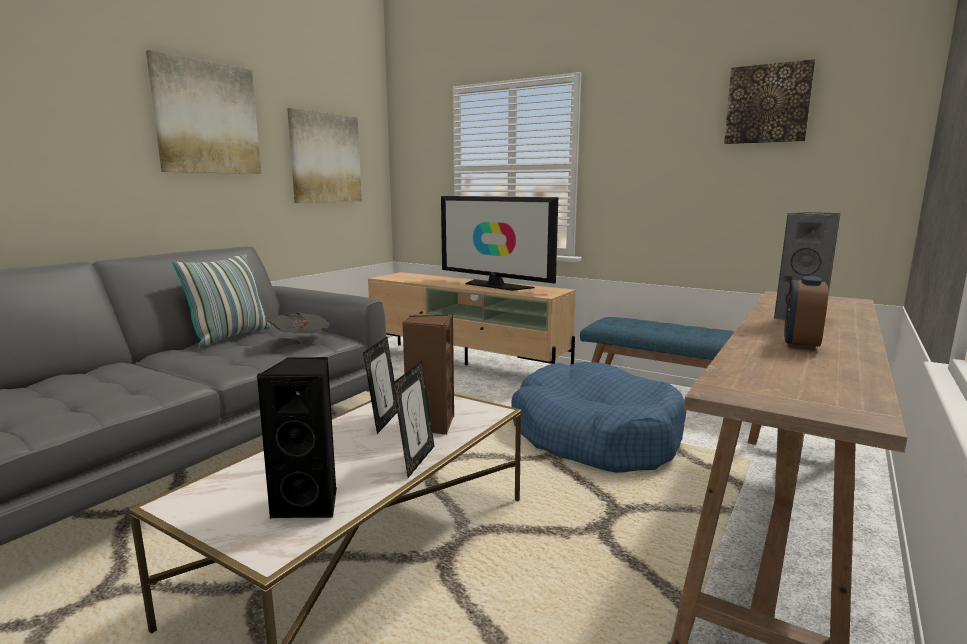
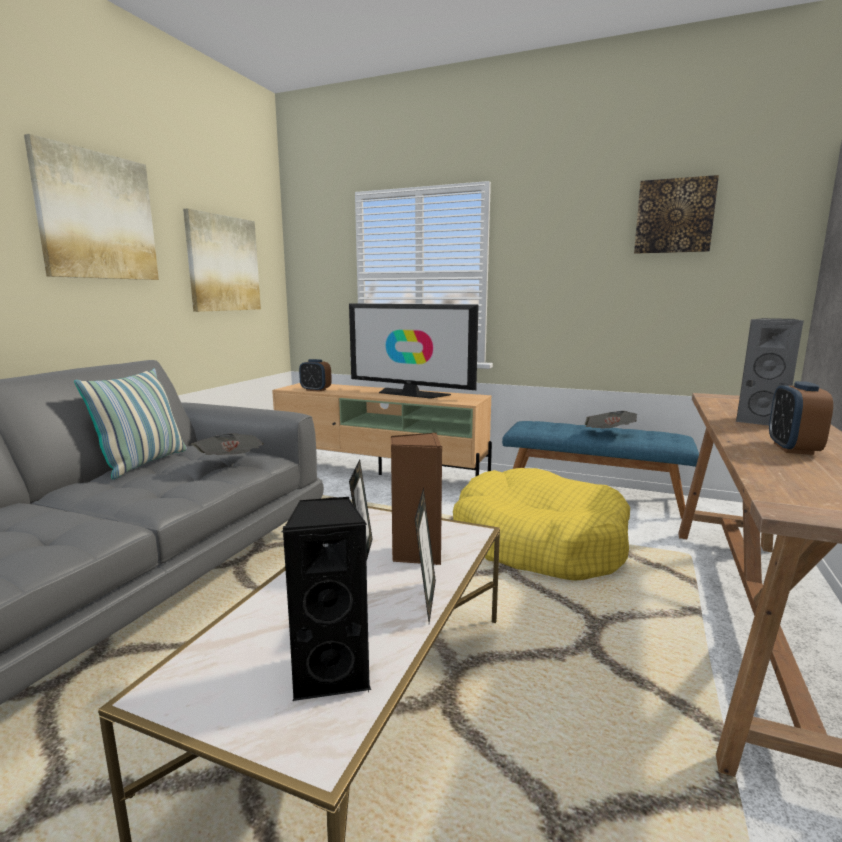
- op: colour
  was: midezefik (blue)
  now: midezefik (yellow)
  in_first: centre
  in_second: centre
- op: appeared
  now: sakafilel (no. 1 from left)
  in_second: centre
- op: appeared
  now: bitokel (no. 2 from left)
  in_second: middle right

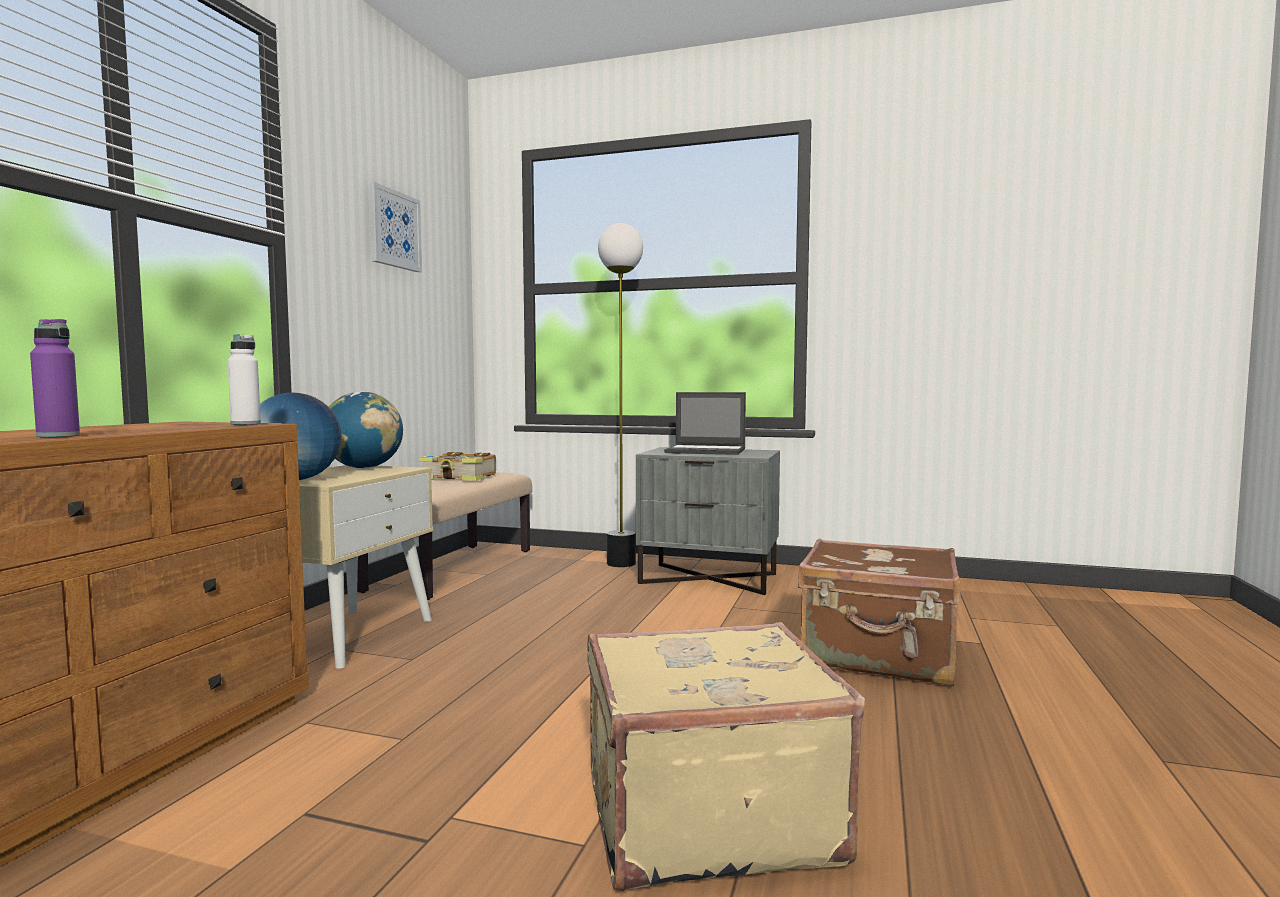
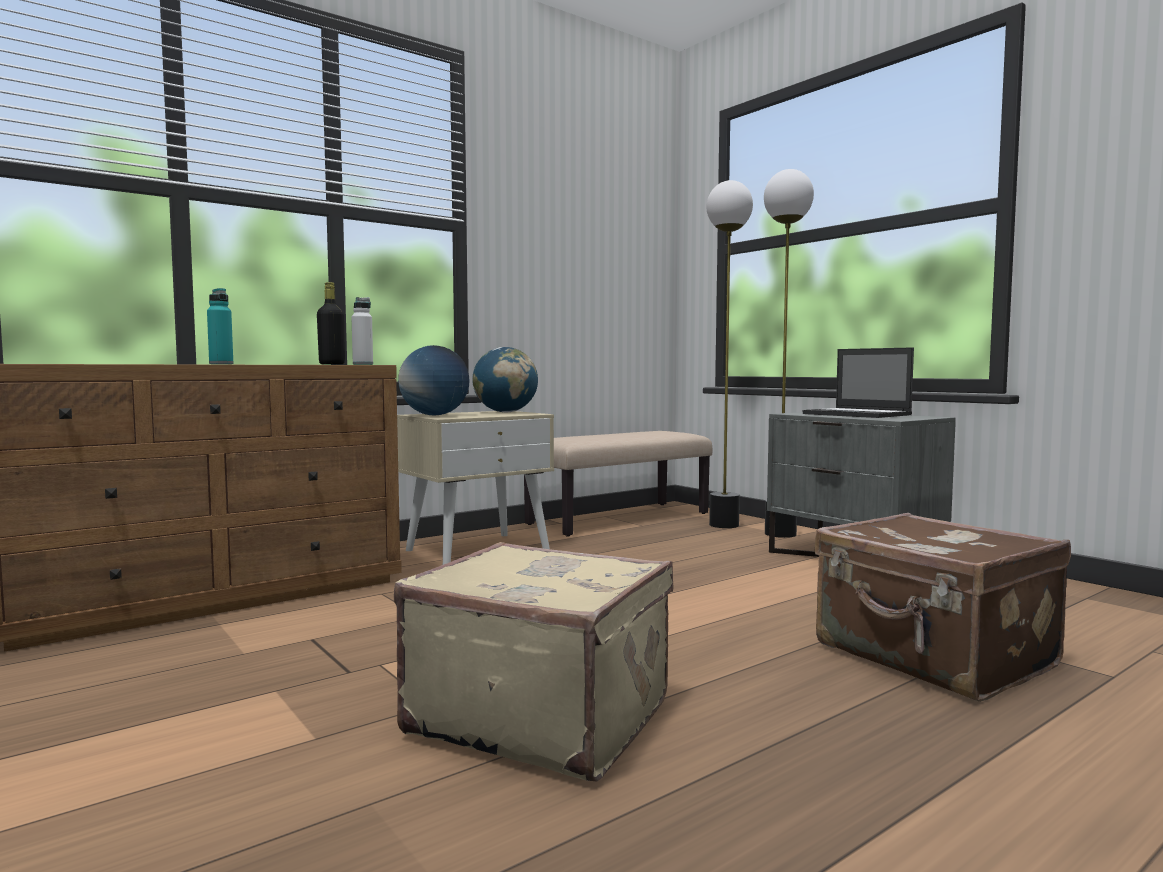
- op: missing
  was: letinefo
  in_first: top left
- op: colour
  was: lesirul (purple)
  now: lesirul (turquoise)
  in_first: middle left
  in_second: middle left
- op: missing
  was: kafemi
  in_first: centre
- op: appeared
  now: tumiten (no. 1 from left)
  in_second: centre
- op: appeared
  now: lesirul (black)
  in_second: middle left

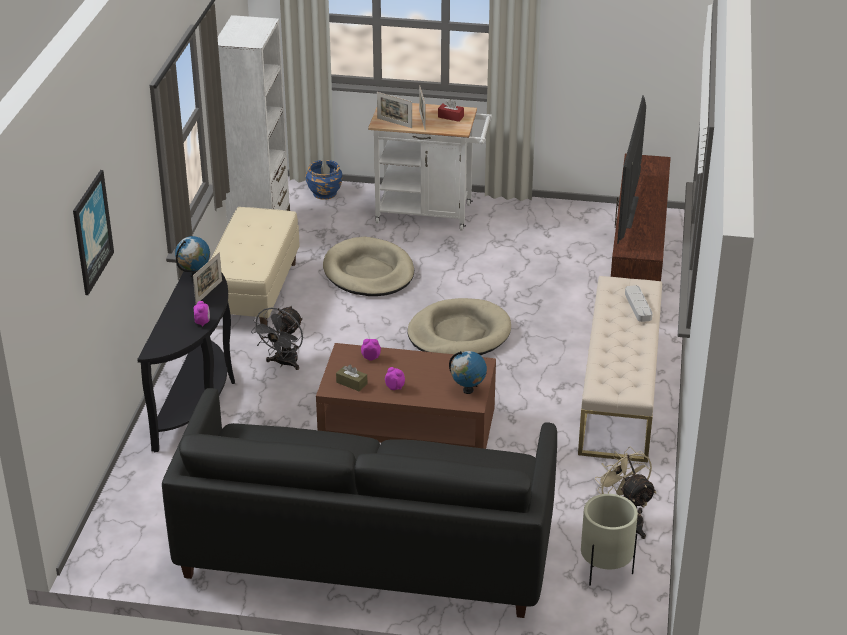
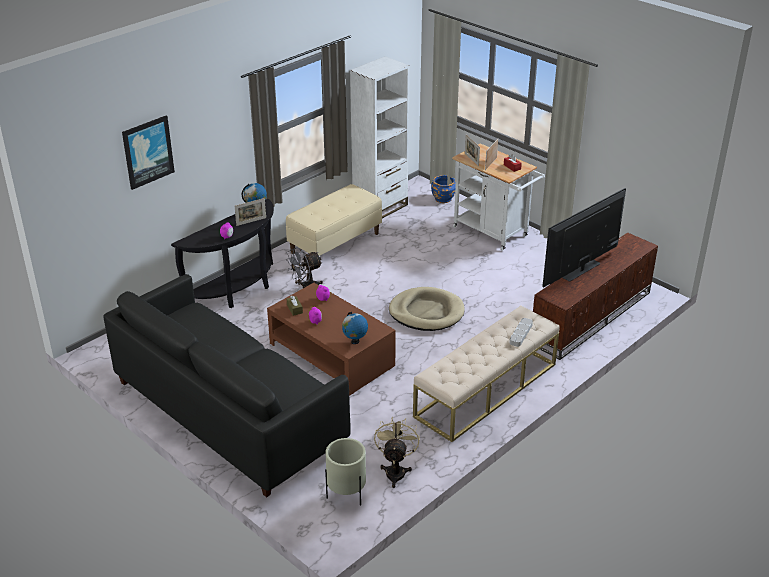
- op: missing
  was: midezefik (beige) (no. 1 from left)
  in_first: centre

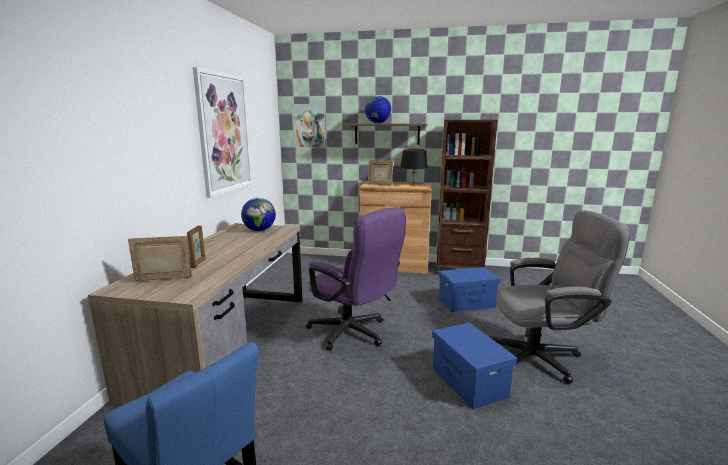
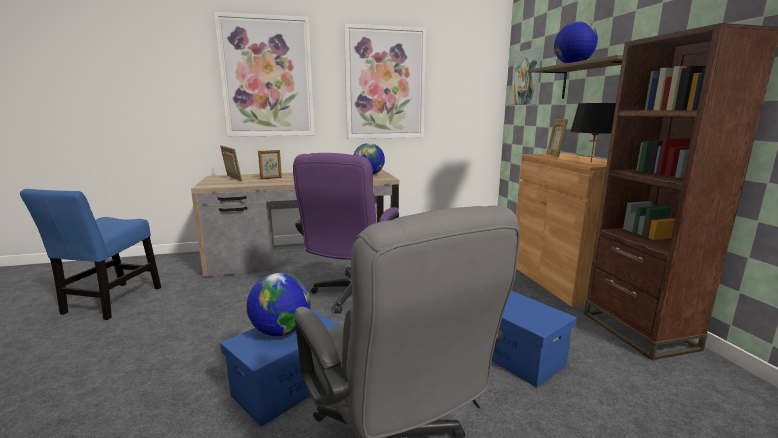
- op: appeared
  now: letinefo (no. 1 from left)
  in_second: top centre
- op: appeared
  now: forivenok (no. 1 from left)
  in_second: bottom centre

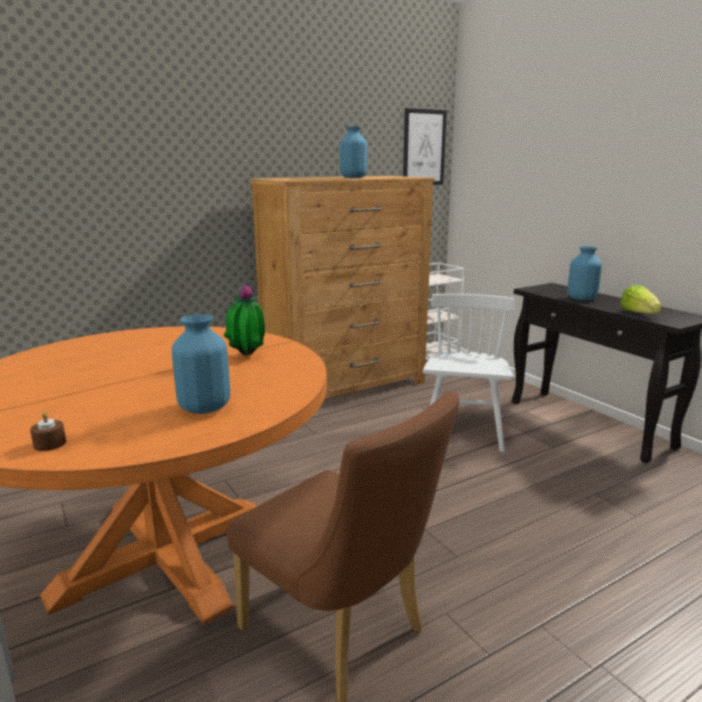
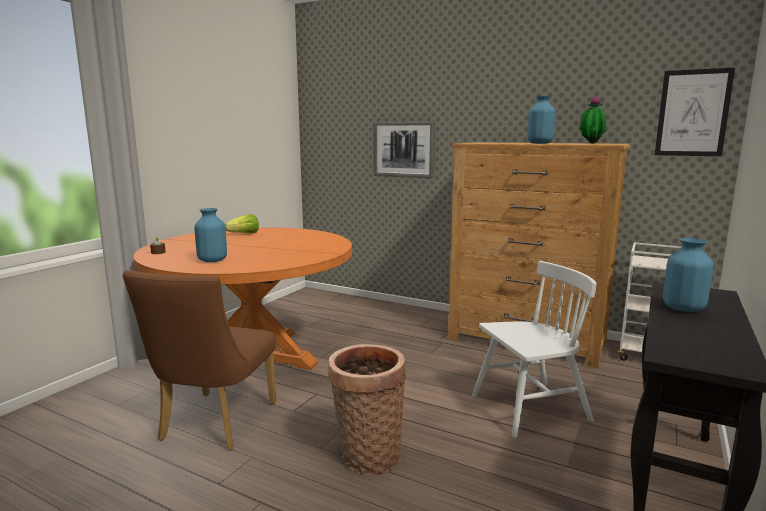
- op: relocated
  was: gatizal
  in_first: centre
  in_second: top right
- op: relocated
  was: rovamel
  in_first: middle right
  in_second: middle left
- op: appeared
  now: letinefo (no. 1 from left)
  in_second: top centre
- op: appeared
  now: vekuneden
  in_second: bottom centre

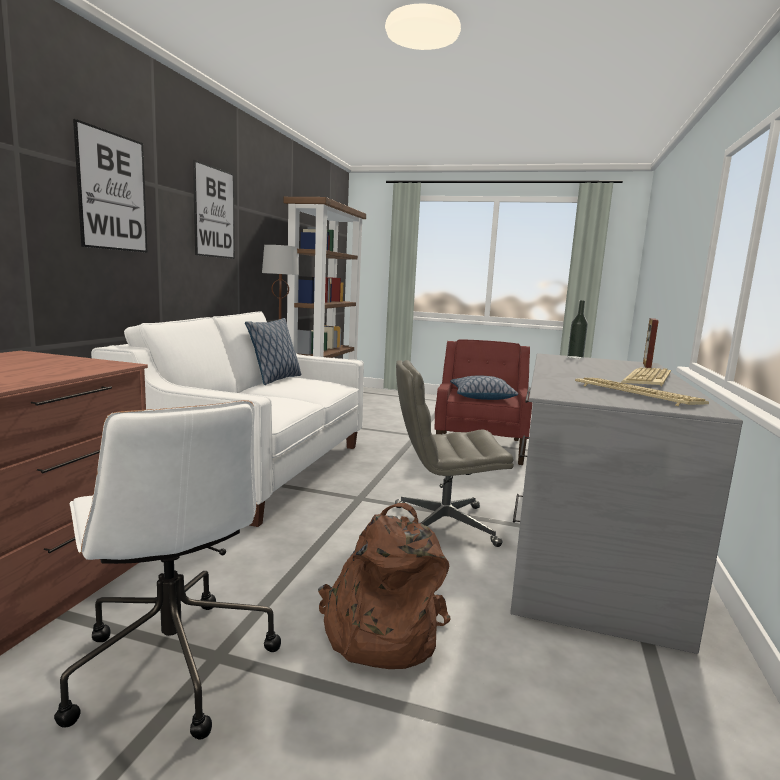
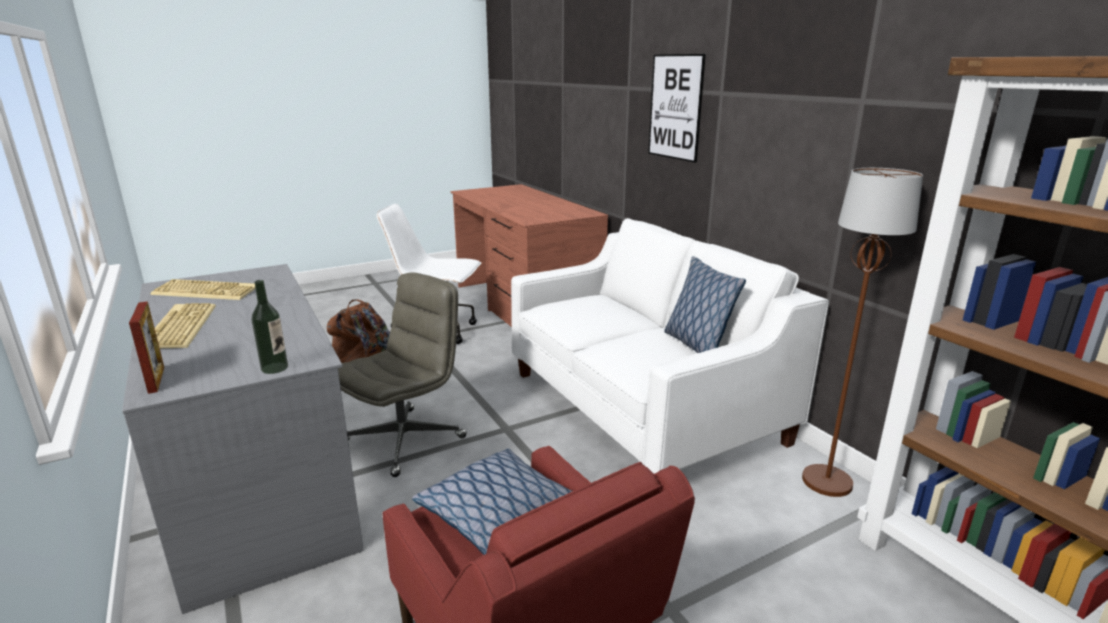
- op: missing
  was: letinefo (no. 2 from left)
  in_first: top left

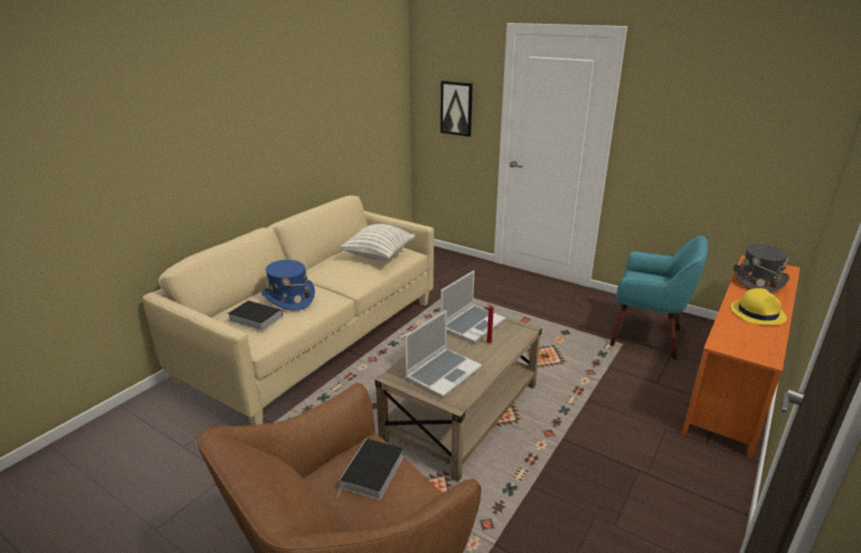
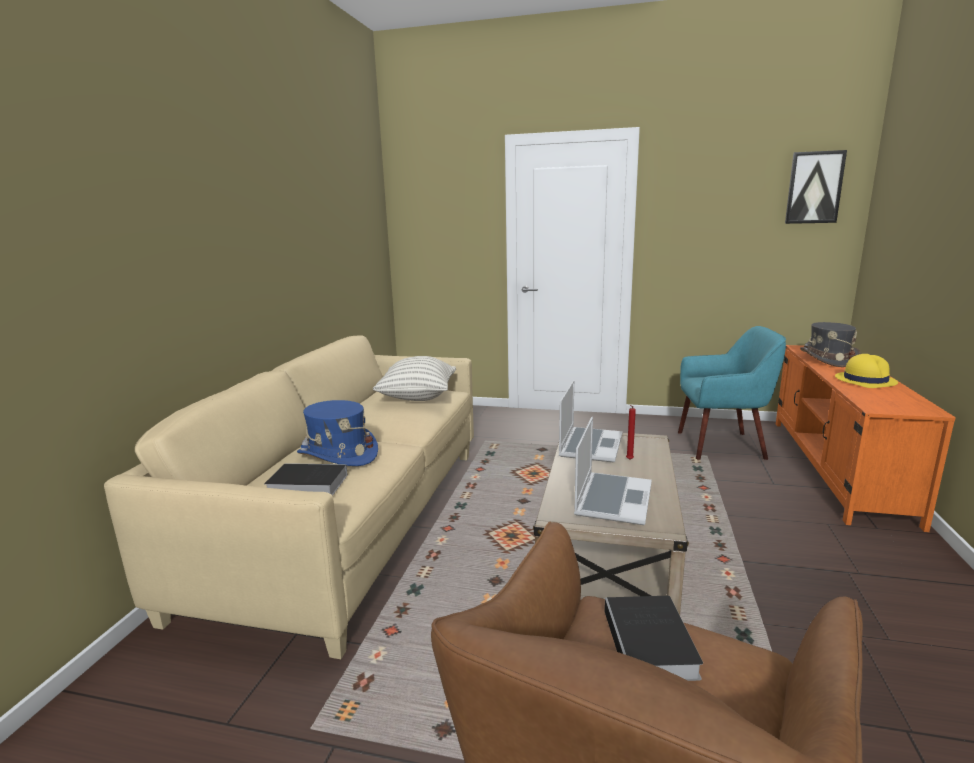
- op: relocated
  was: letinefo
  in_first: top centre
  in_second: top right

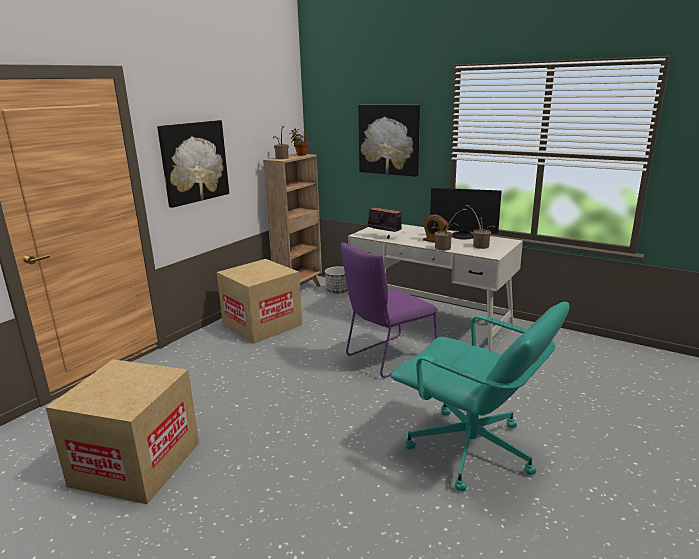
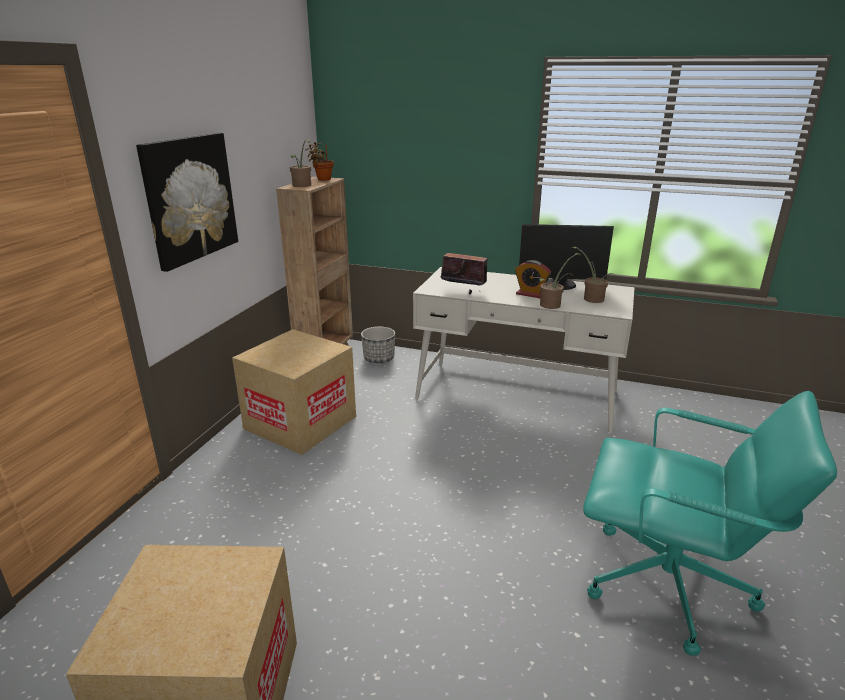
- op: missing
  was: letinefo (no. 2 from left)
  in_first: top centre
- op: missing
  was: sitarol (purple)
  in_first: centre

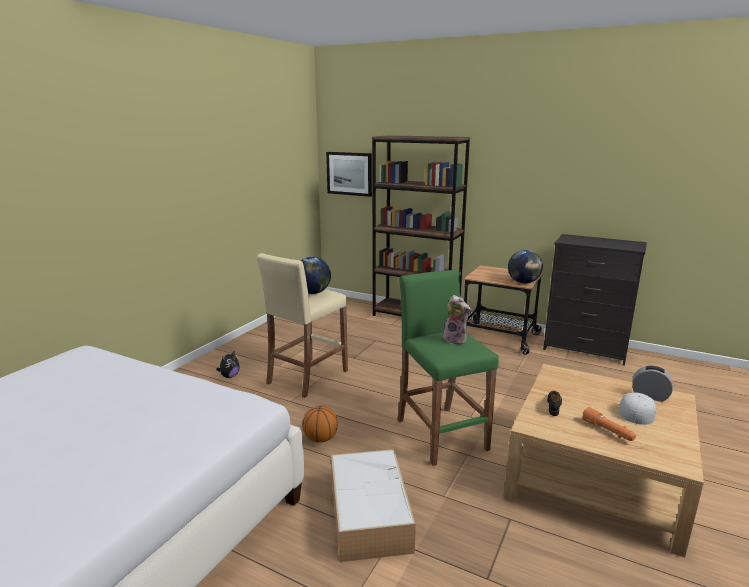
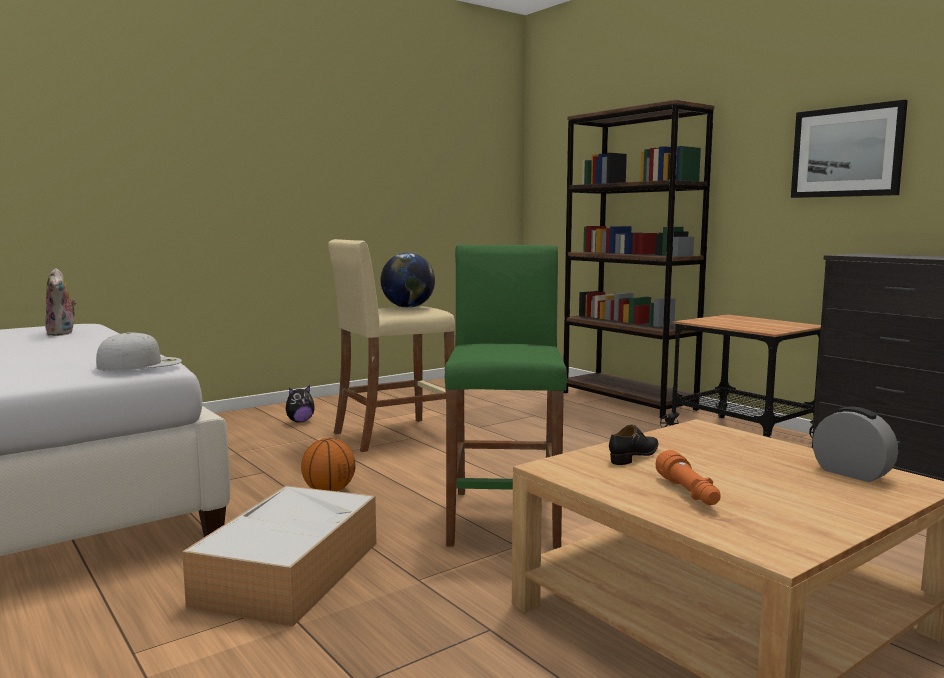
- op: relocated
  was: letinefo
  in_first: top centre
  in_second: top right
- op: missing
  was: forivenok (no. 2 from left)
  in_first: middle right
- op: relocated
  was: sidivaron (no. 2 from left in the first image)
  now: sidivaron (no. 1 from left)
  in_first: centre
  in_second: middle left
- op: relocated
  was: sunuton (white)
  in_first: bottom right
  in_second: middle left

